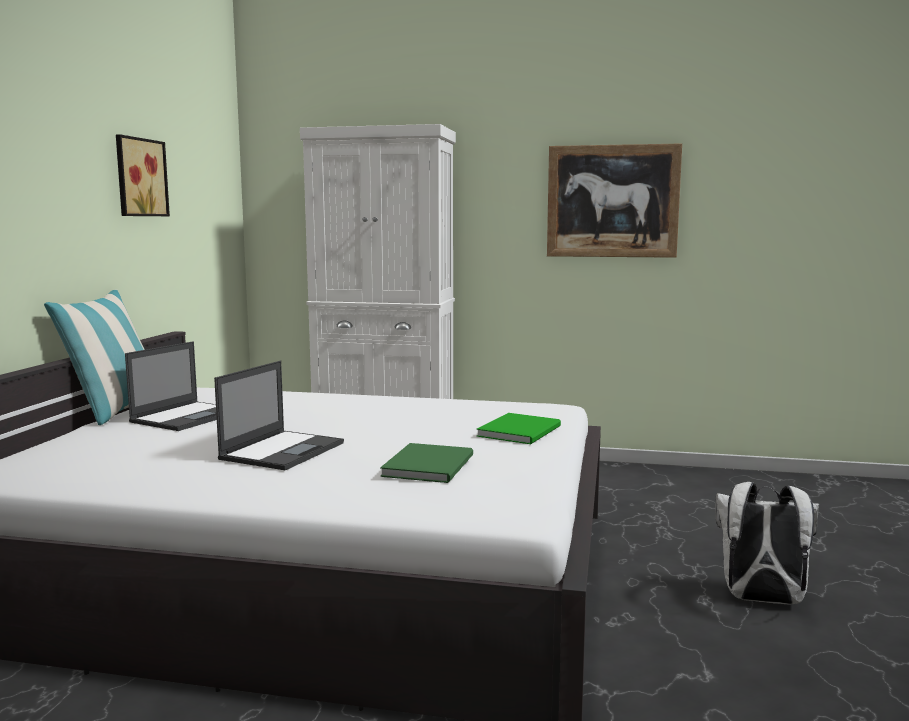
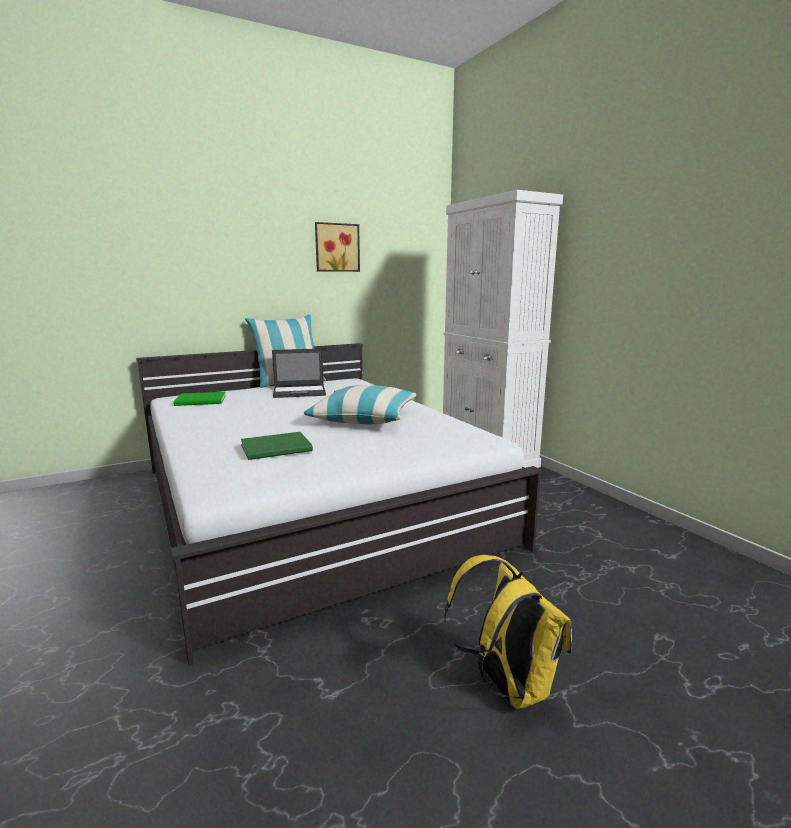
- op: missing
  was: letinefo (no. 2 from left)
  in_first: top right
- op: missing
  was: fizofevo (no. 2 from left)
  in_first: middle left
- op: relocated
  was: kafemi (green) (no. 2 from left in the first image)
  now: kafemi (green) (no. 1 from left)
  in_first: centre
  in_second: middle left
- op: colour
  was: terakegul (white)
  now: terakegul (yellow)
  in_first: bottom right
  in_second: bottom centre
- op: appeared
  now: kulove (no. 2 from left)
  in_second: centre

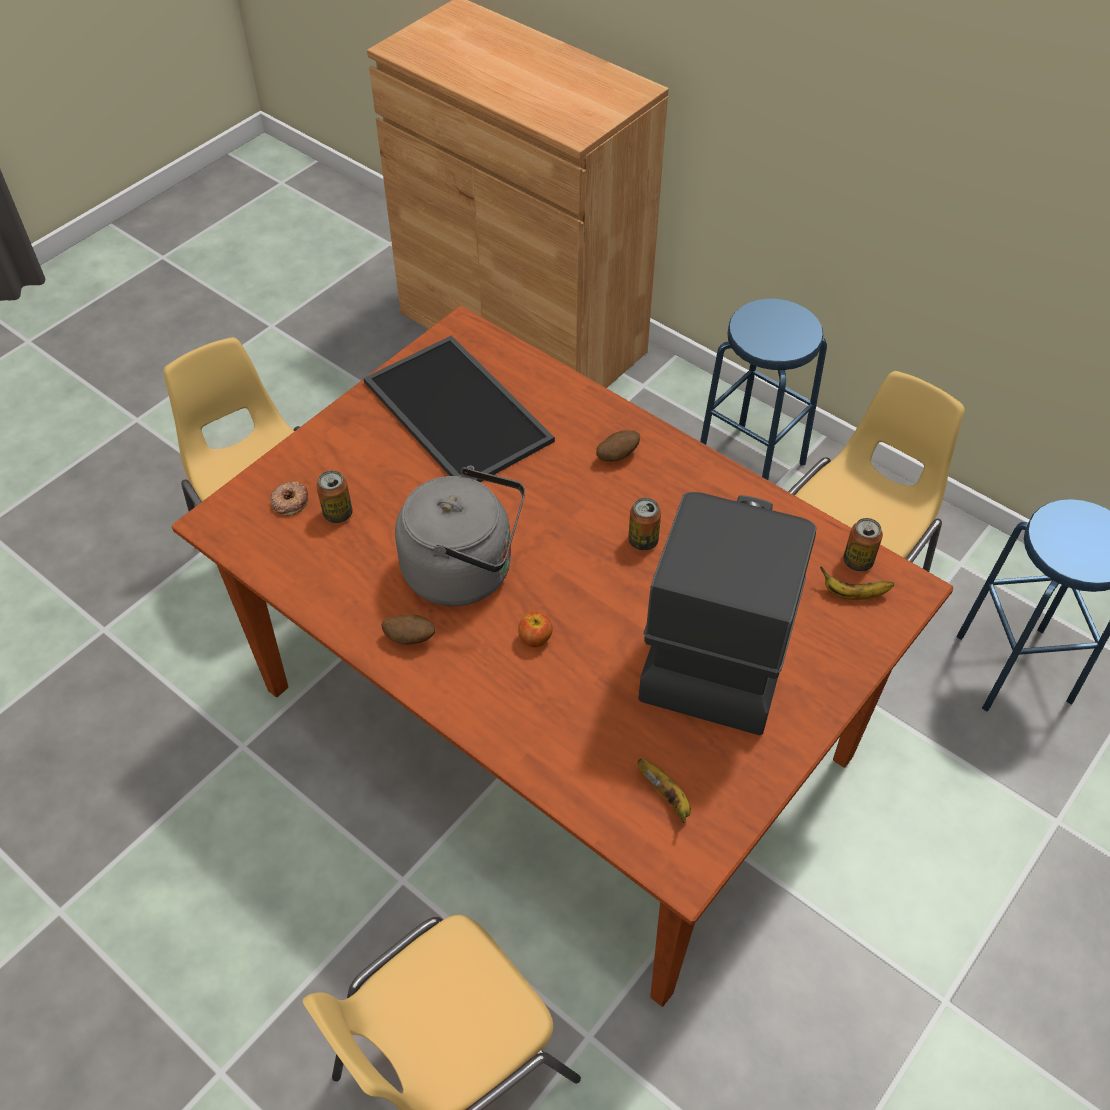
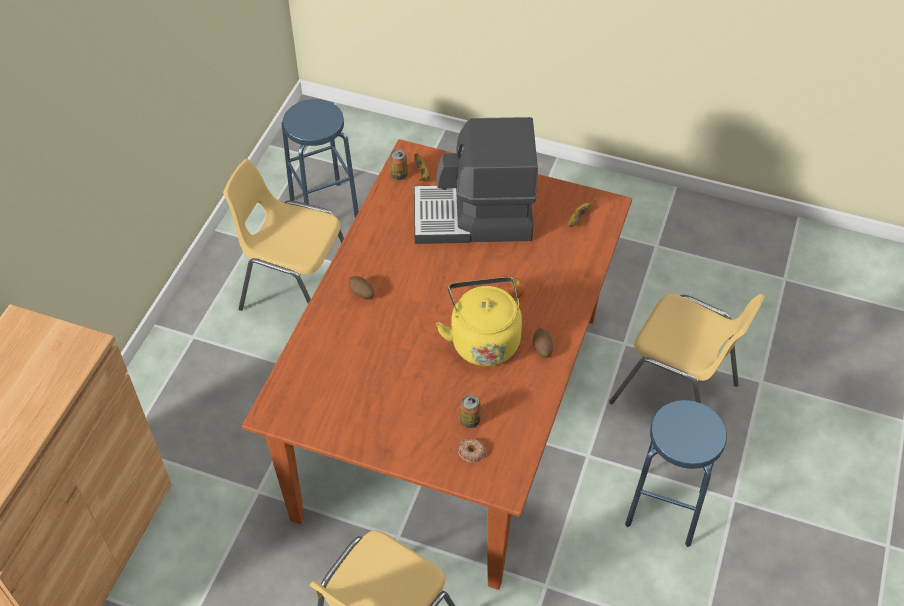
- op: relocated
  was: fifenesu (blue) (no. 1 from left in the first image)
  now: fifenesu (blue) (no. 2 from left)
  in_first: middle right
  in_second: bottom right
- op: missing
  was: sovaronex
  in_first: centre
- op: colour
  was: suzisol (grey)
  now: suzisol (yellow)
  in_first: centre
  in_second: centre
- op: missing
  was: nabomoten (no. 2 from left)
  in_first: centre

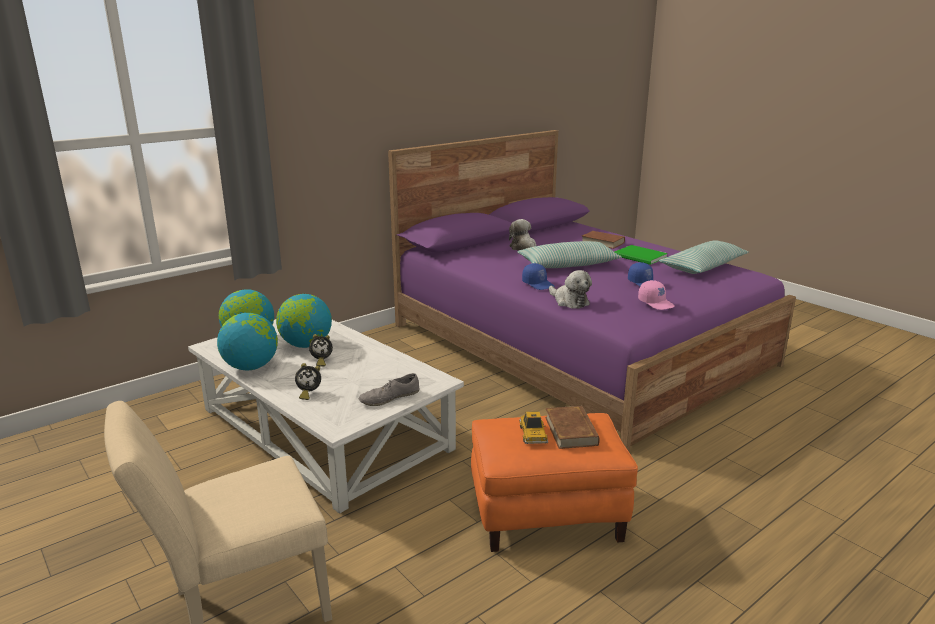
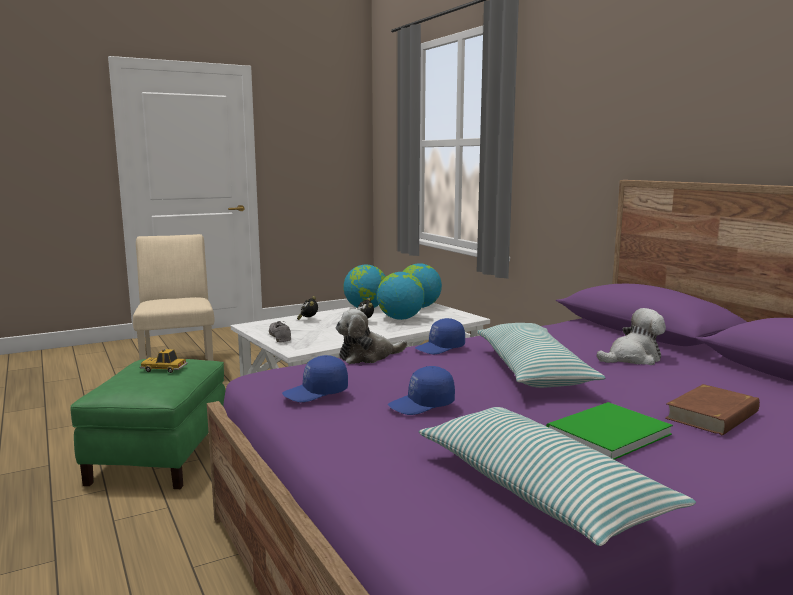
- op: colour
  was: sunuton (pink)
  now: sunuton (blue) (no. 1 from left)
  in_first: middle right
  in_second: centre
- op: missing
  was: kafemi (brown) (no. 1 from left)
  in_first: bottom centre
- op: colour
  was: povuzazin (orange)
  now: povuzazin (green)
  in_first: bottom centre
  in_second: bottom left

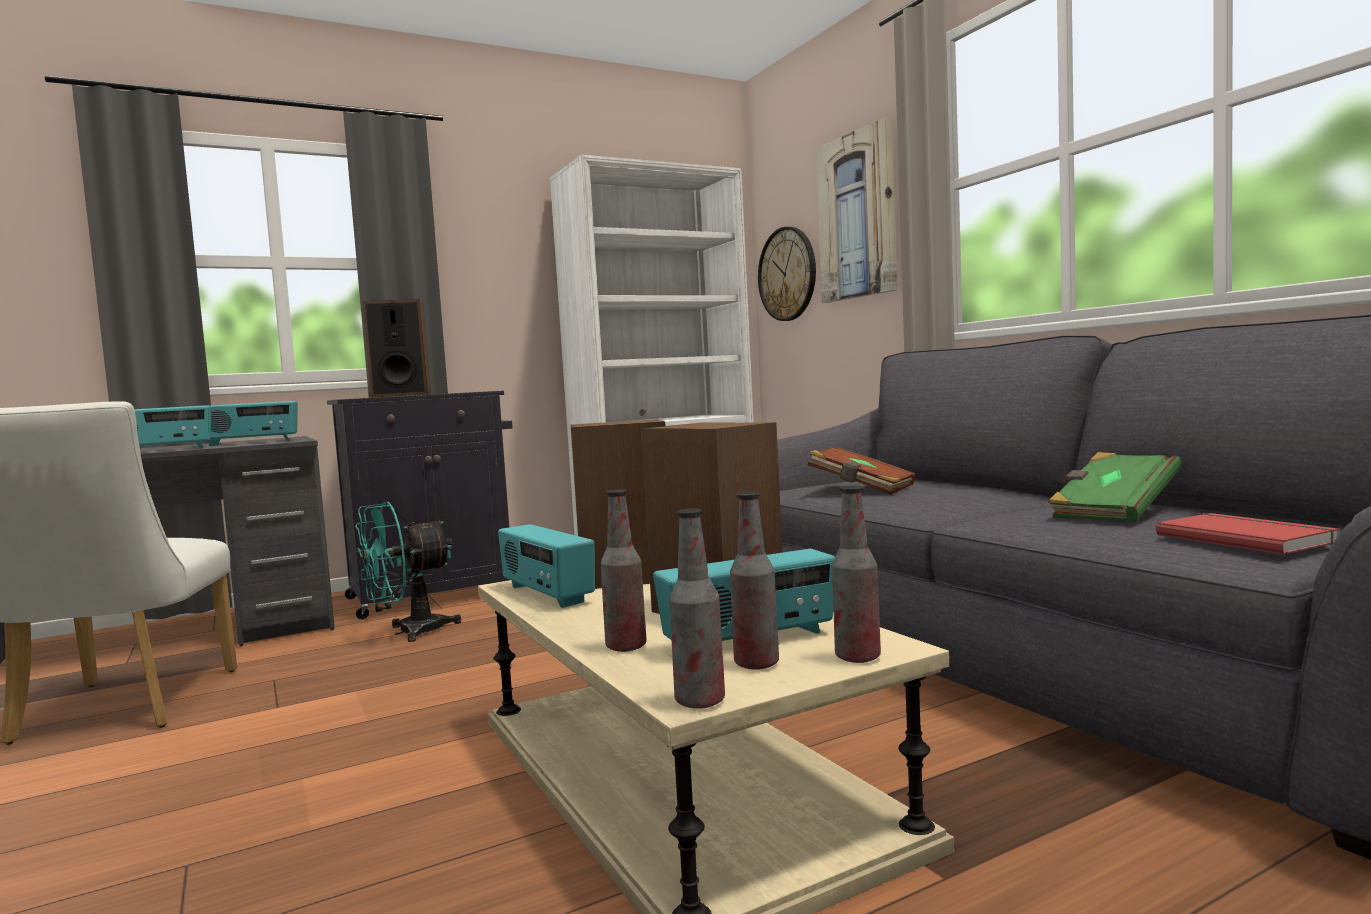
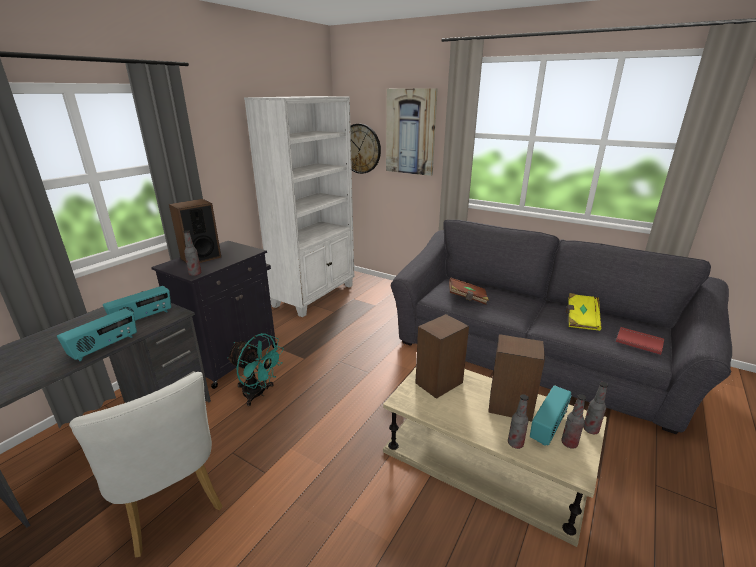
- op: colour
  was: kafemi (green)
  now: kafemi (yellow)
  in_first: middle right
  in_second: middle right
- op: spun
  was: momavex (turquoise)
  in_first: middle left
  in_second: centre
  clockwise: -90
- op: relocated
  was: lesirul (no. 2 from left in the first image)
  now: lesirul (no. 1 from left)
  in_first: centre
  in_second: middle left
- op: missing
  was: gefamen (no. 3 from left)
  in_first: centre

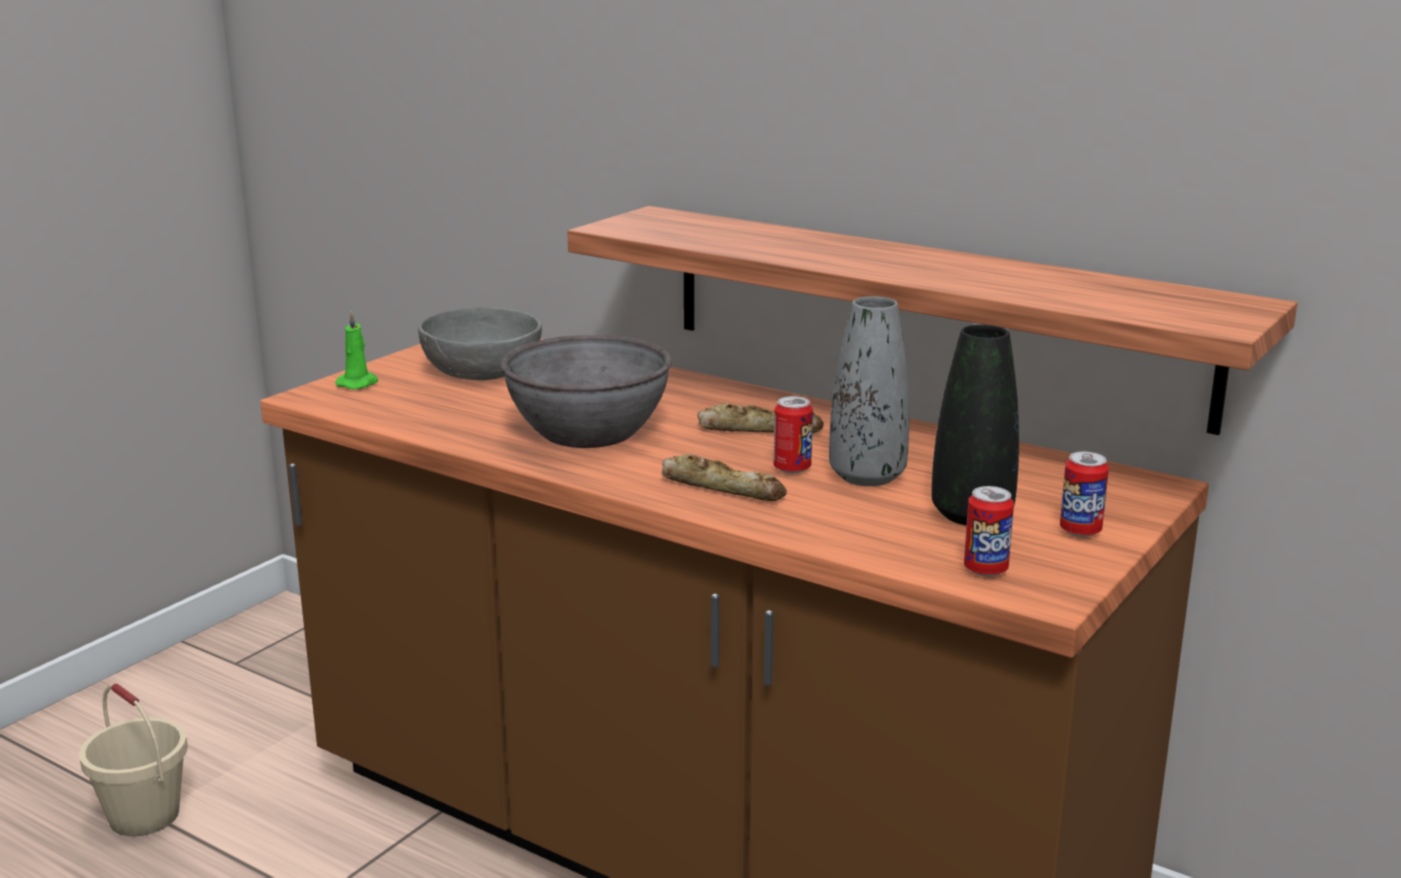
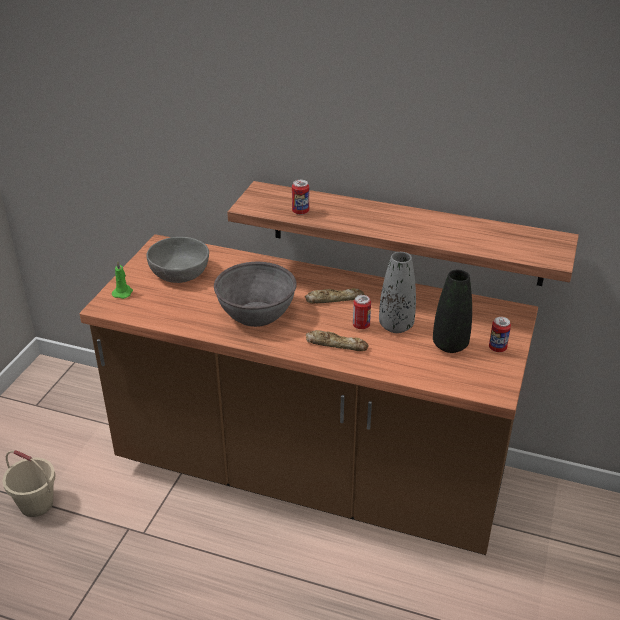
- op: relocated
  was: nabomoten (no. 2 from left in the first image)
  now: nabomoten (no. 1 from left)
  in_first: middle right
  in_second: top centre

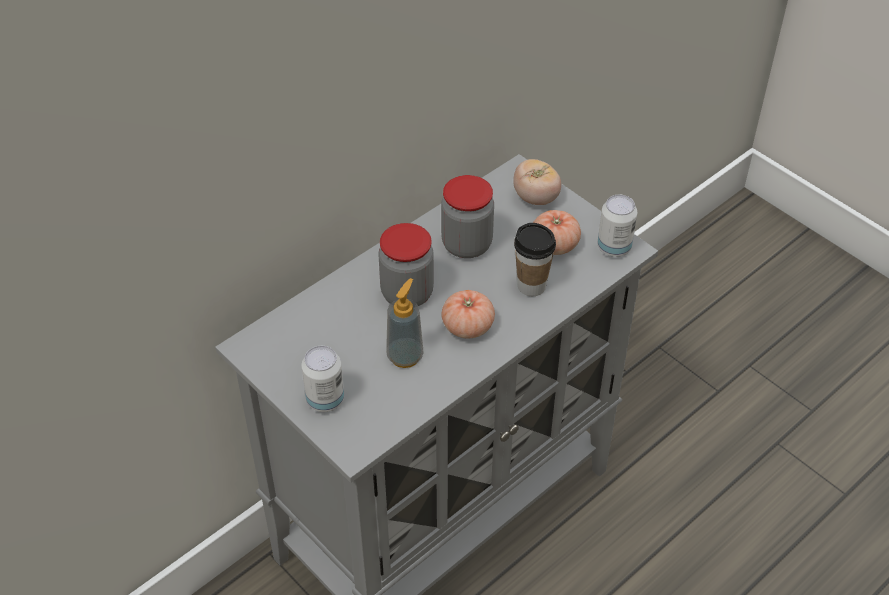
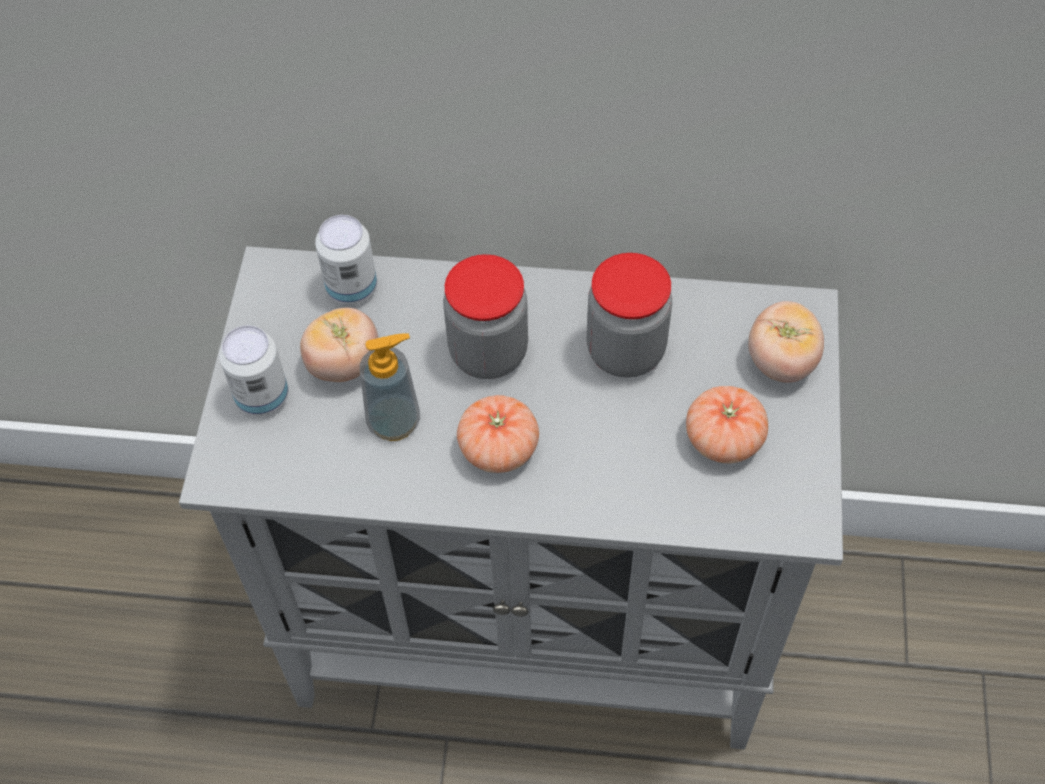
- op: relocated
  was: nabomoten (no. 2 from left)
  in_first: middle right
  in_second: top left
- op: missing
  was: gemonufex
  in_first: centre
- op: appeared
  now: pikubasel (no. 1 from left)
  in_second: middle left

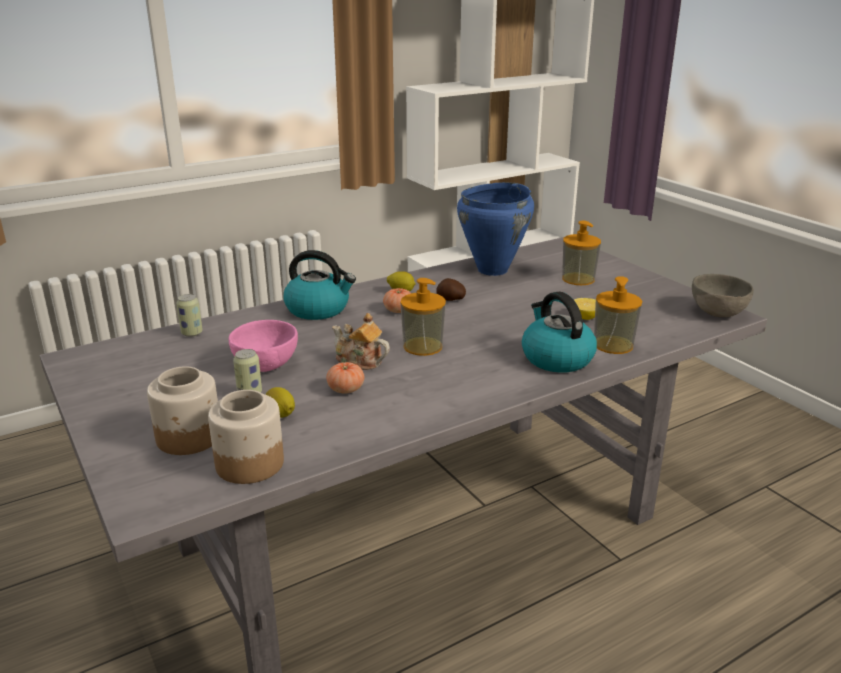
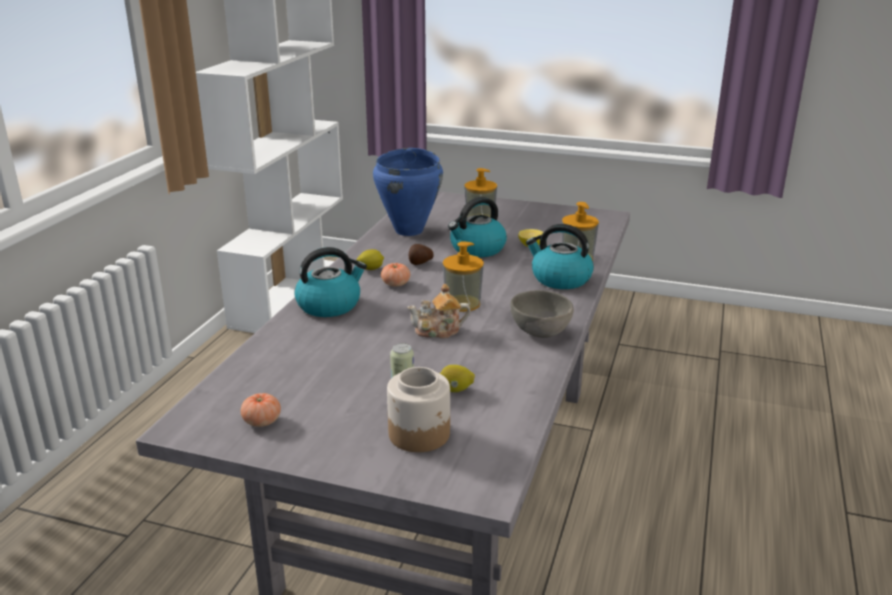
- op: relocated
  was: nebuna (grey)
  in_first: middle right
  in_second: centre
- op: missing
  was: nabomoten (no. 1 from left)
  in_first: middle left
- op: missing
  was: nebuna (pink)
  in_first: middle left
- op: relocated
  was: pikubasel (no. 1 from left)
  in_first: centre
  in_second: bottom left
- op: missing
  was: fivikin (no. 2 from left)
  in_first: middle left
- op: appeared
  now: suzisol (no. 2 from left)
  in_second: centre

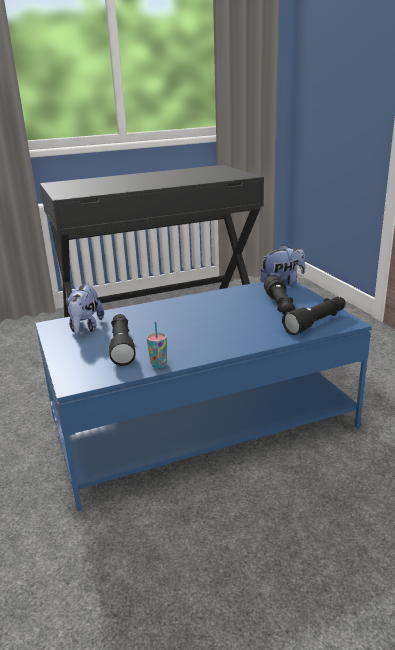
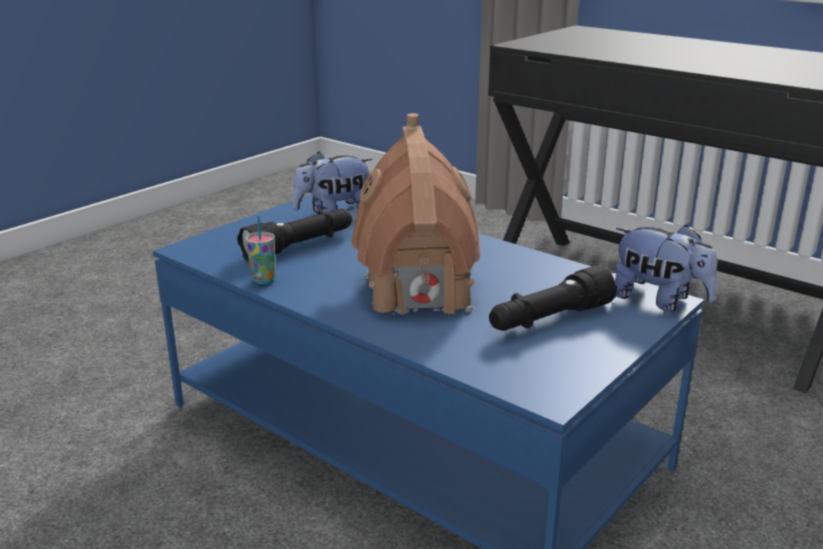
- op: missing
  was: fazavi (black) (no. 3 from left)
  in_first: middle right
- op: appeared
  now: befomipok
  in_second: centre

